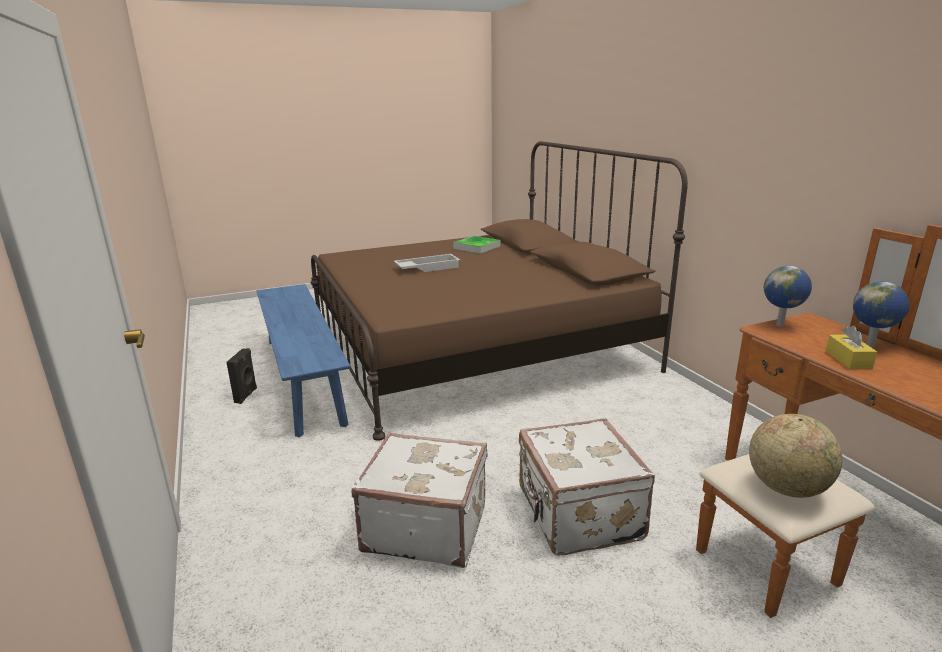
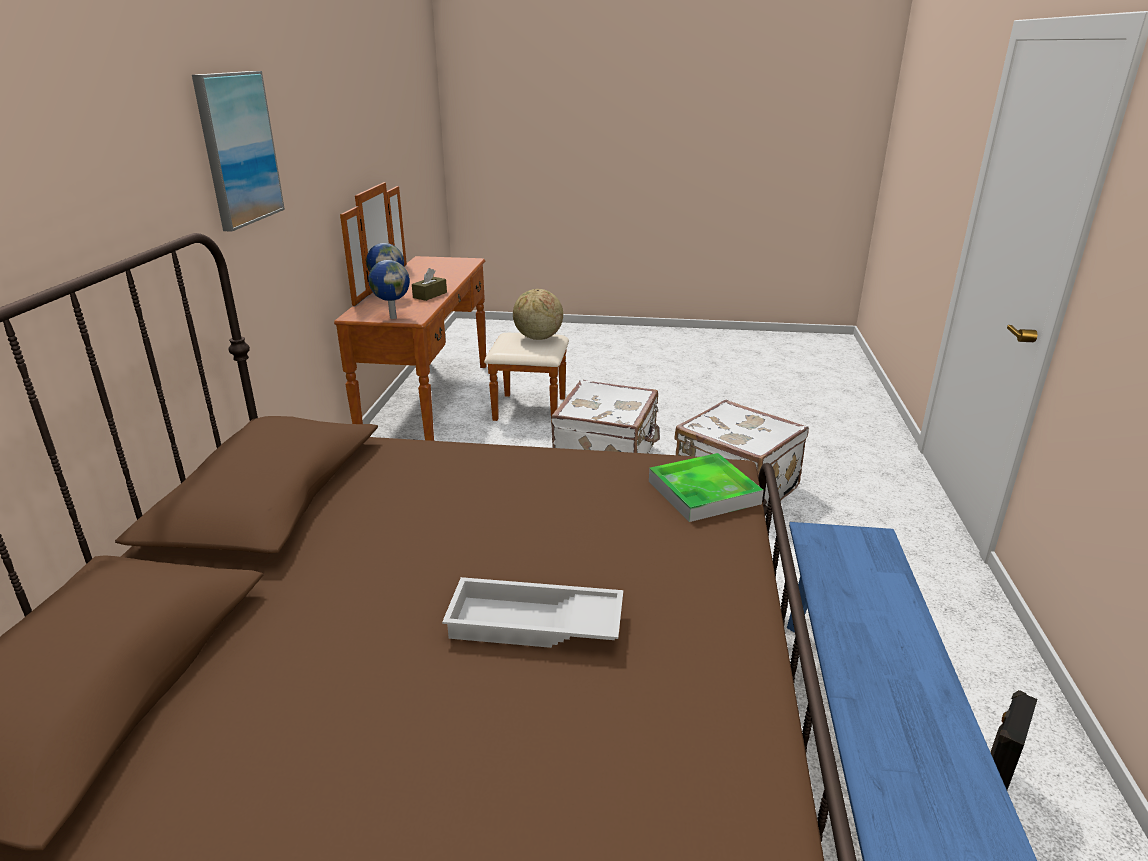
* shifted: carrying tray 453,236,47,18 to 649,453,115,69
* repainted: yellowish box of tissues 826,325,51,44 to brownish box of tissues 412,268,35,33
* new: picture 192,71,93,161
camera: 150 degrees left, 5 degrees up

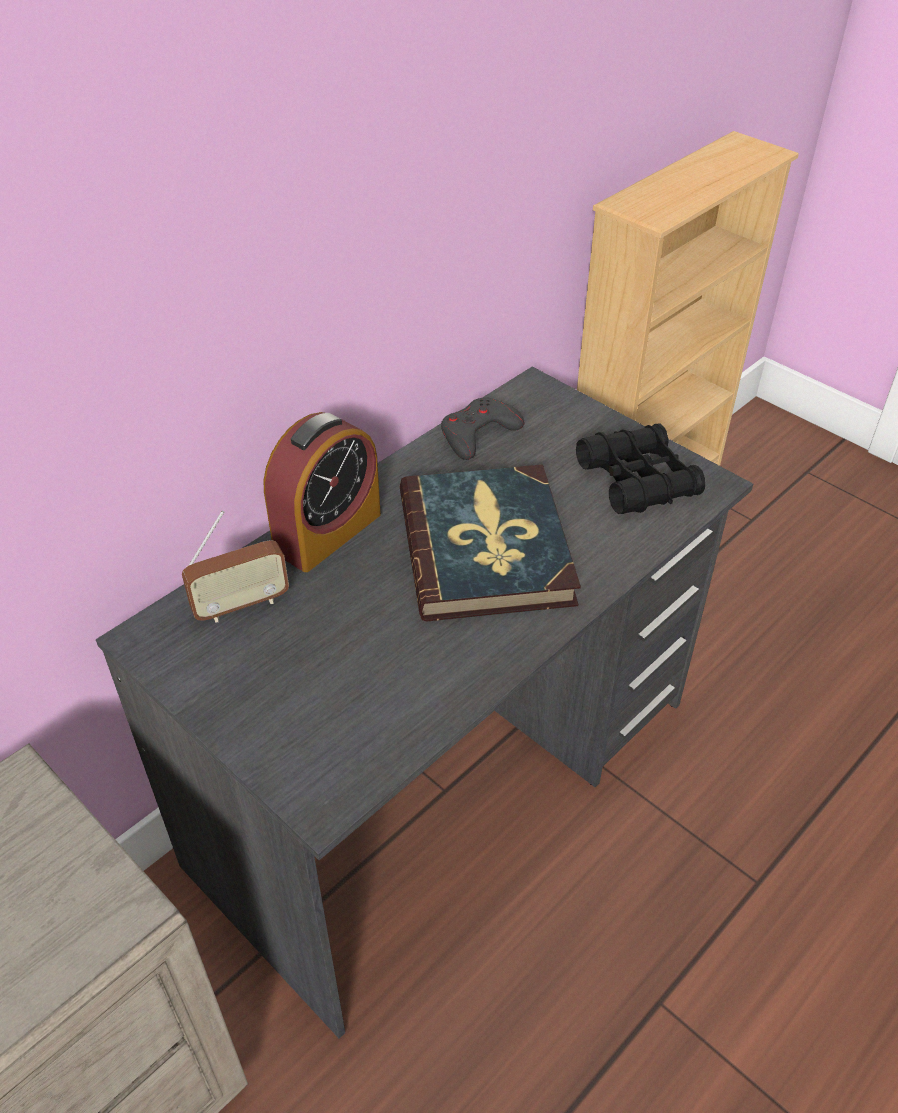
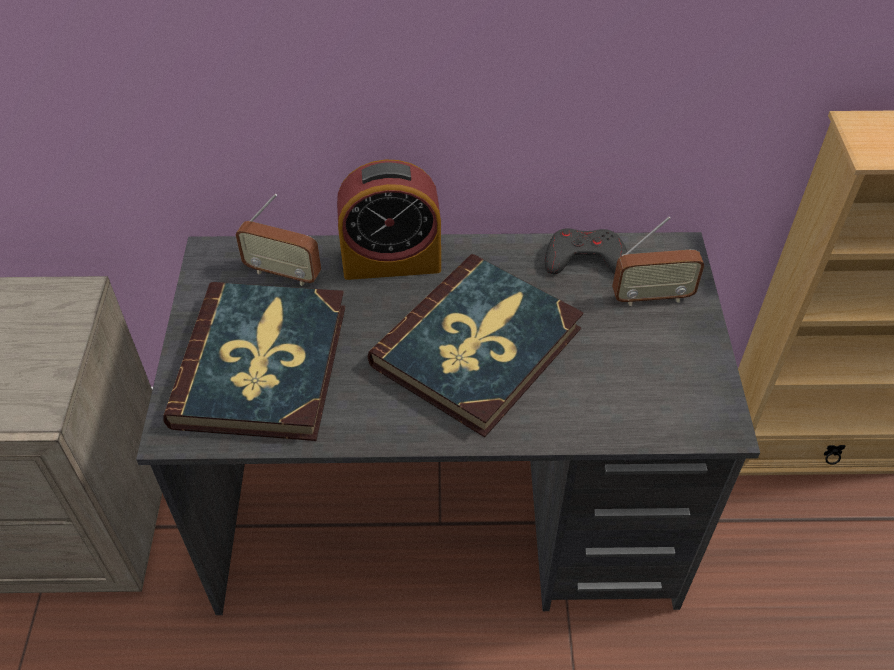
* gone: blackish field glasses 576,424,129,90
* new: radio 612,217,92,89
* new: bound book 163,282,182,159
camera: 45 degrees right, 5 degrees up

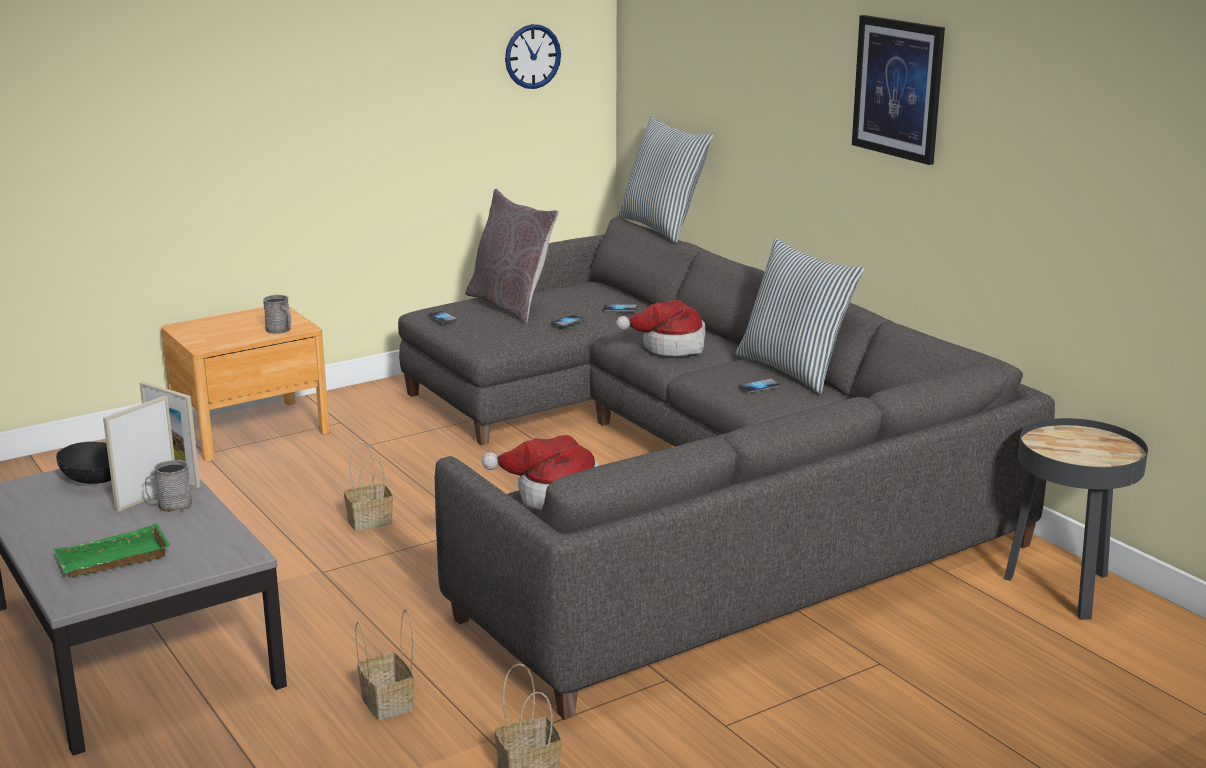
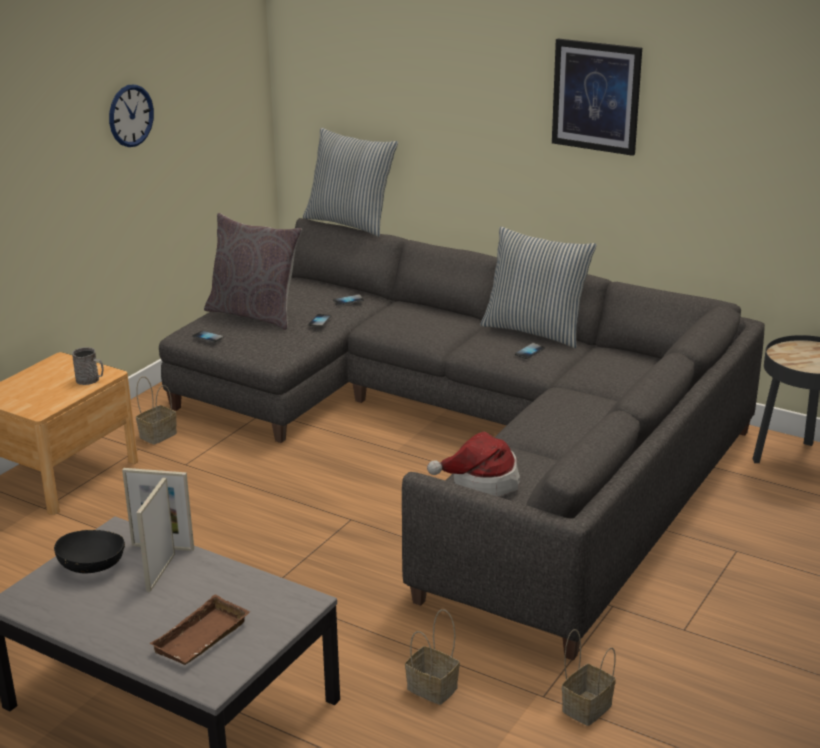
* shifted: clock on the wall 505,24,56,65 to 109,84,45,63
* gone: hat 616,300,89,56
* shifted: storage basket 344,441,49,90 to 136,376,41,69
* gone: greyish tea mug 145,459,47,54
* repainted: green carrying tray 53,523,117,54 to brownish carrying tray 149,594,101,71
camera: 25 degrees left, 5 degrees up

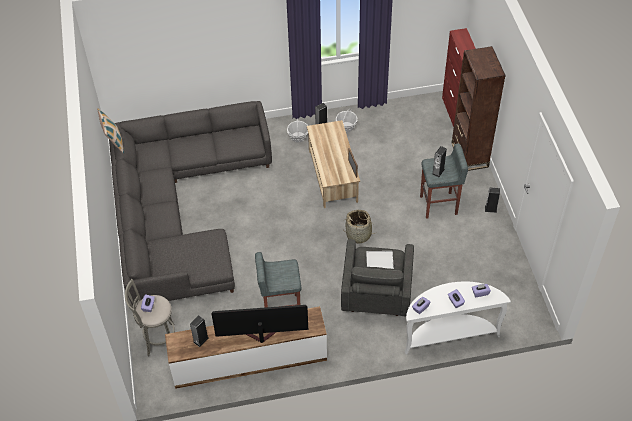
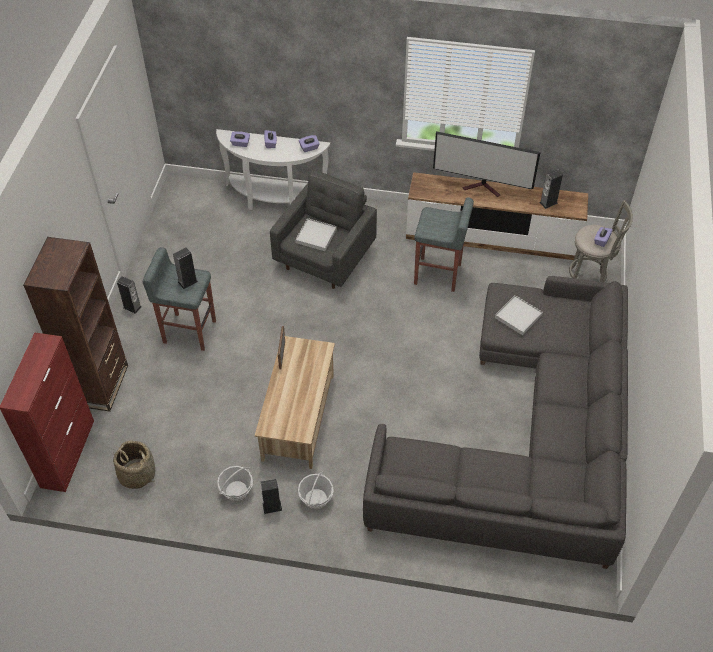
* gone: cushion 97,108,27,46
* shifted: storage basket 345,210,30,33 to 113,441,42,48
* new: white-coloured carrying tray 495,295,48,40
camera: 160 degrees left, 0 degrees up

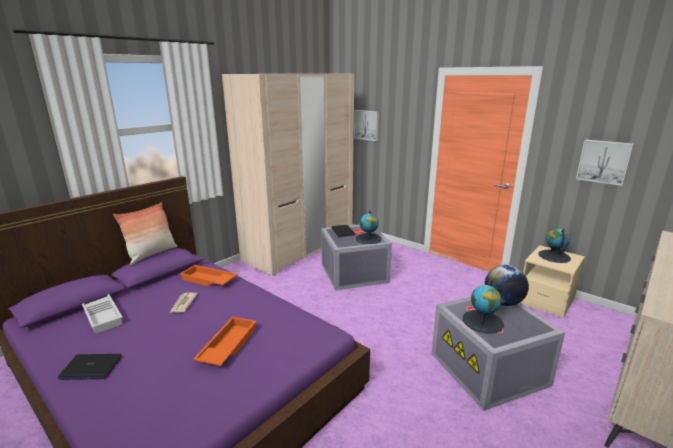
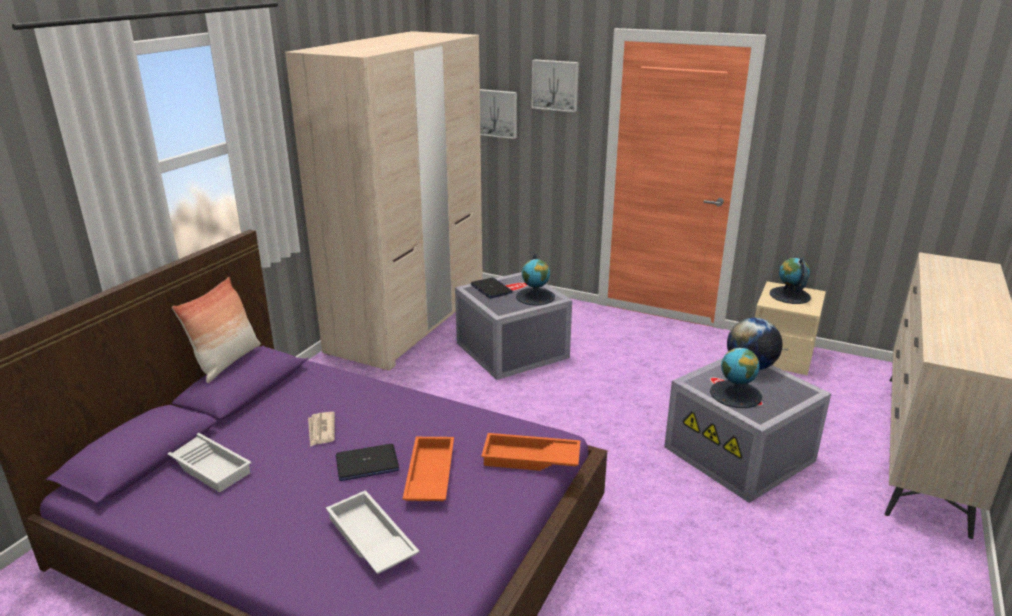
* shifted: picture 576,139,58,47 to 532,59,47,53
* shifted: orangey carrying tray 180,265,57,21 to 481,433,99,38
* shifted: laptop 58,354,64,26 to 336,444,63,37
* new: white-coloured carrying tray 326,490,94,84
camera: 15 degrees left, 5 degrees up

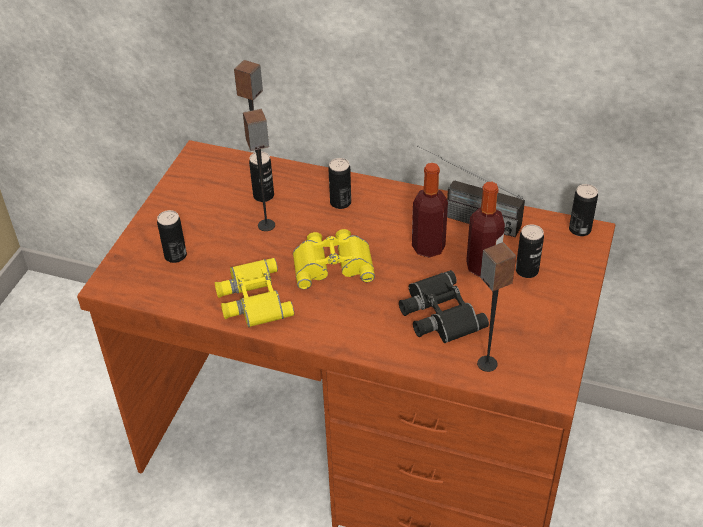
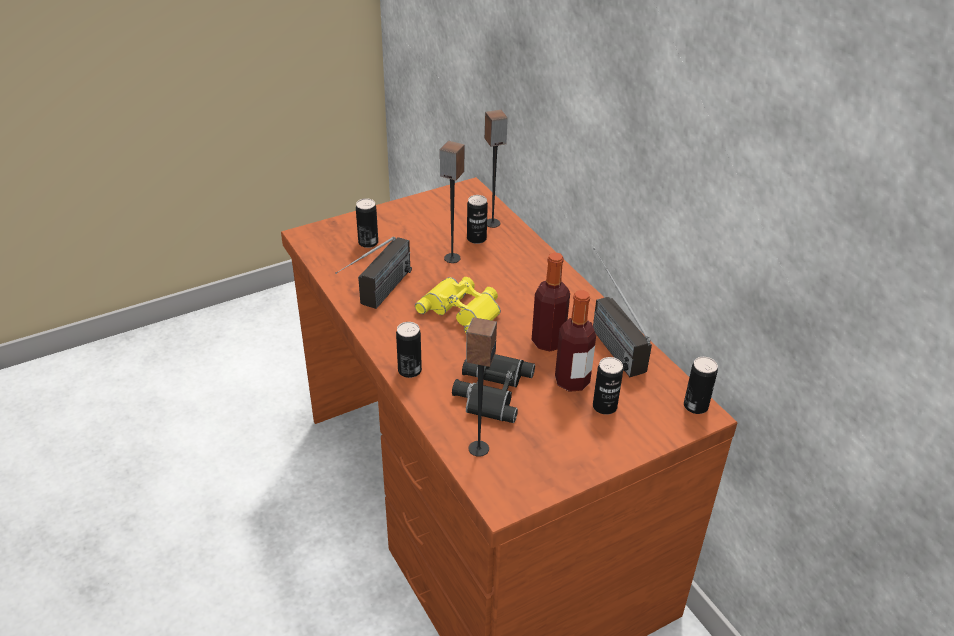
* shifted: can 328,158,23,51 to 396,322,26,56
* swapped: yellowish field glasses 215,258,79,69 to radio 335,237,77,72
camera: 40 degrees right, 5 degrees down

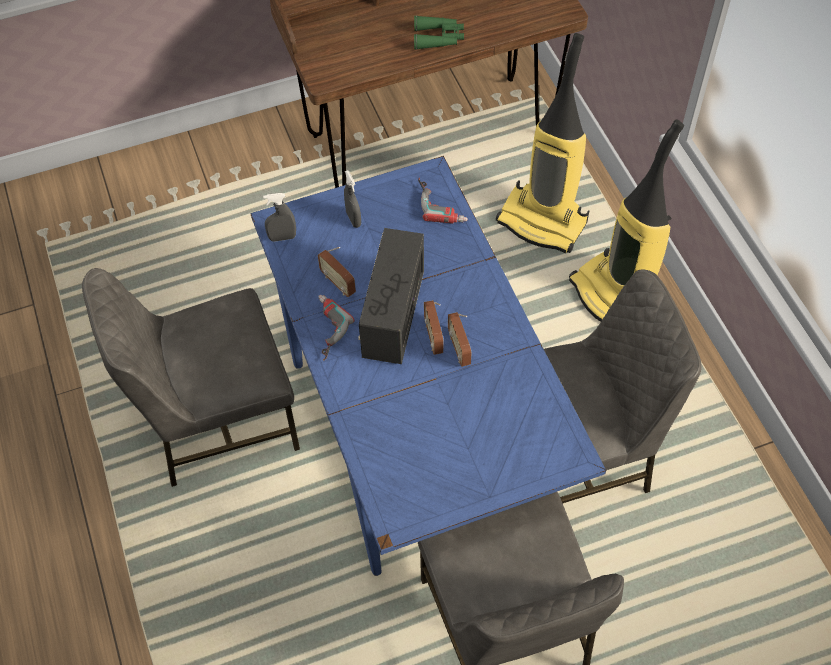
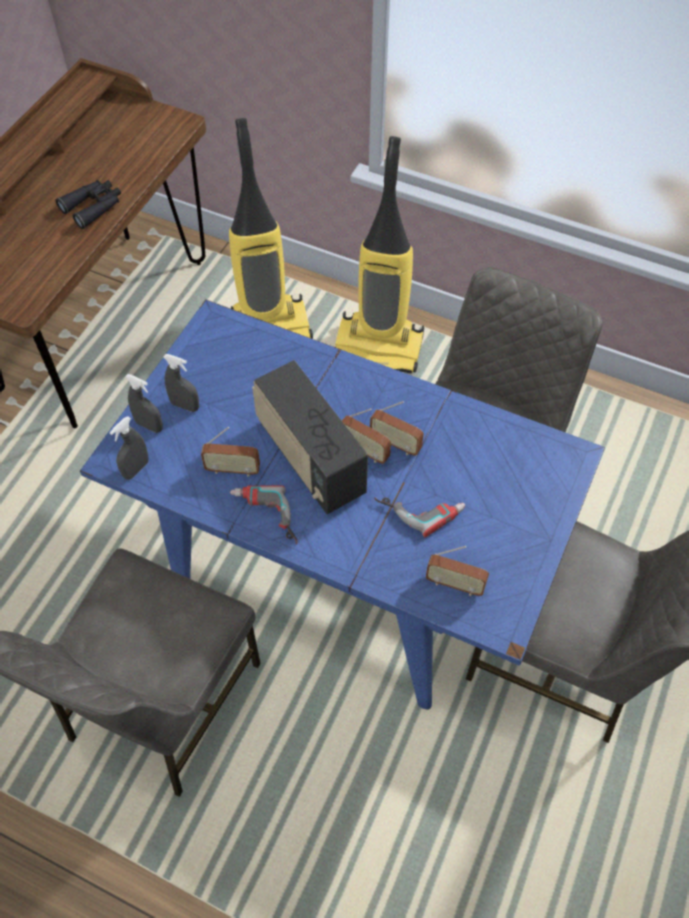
* repainted: green field glasses 414,15,50,35 to blackish field glasses 55,180,66,49
* shifted: drill 418,178,50,46 to 374,498,91,39
* new: greyish spray bottle 125,374,38,59
* new: radio 426,546,63,50
camera: 45 degrees left, 0 degrees up

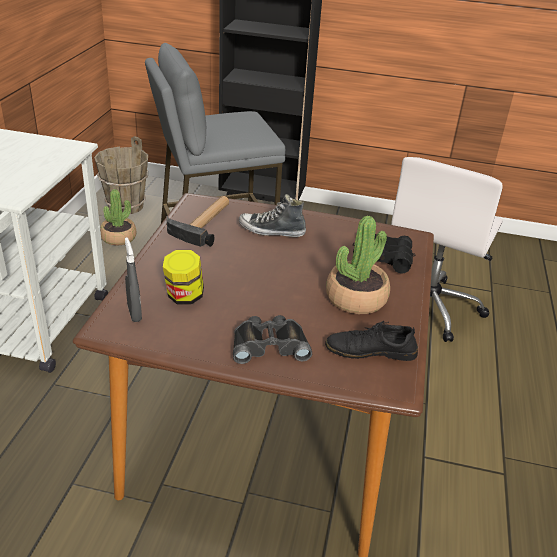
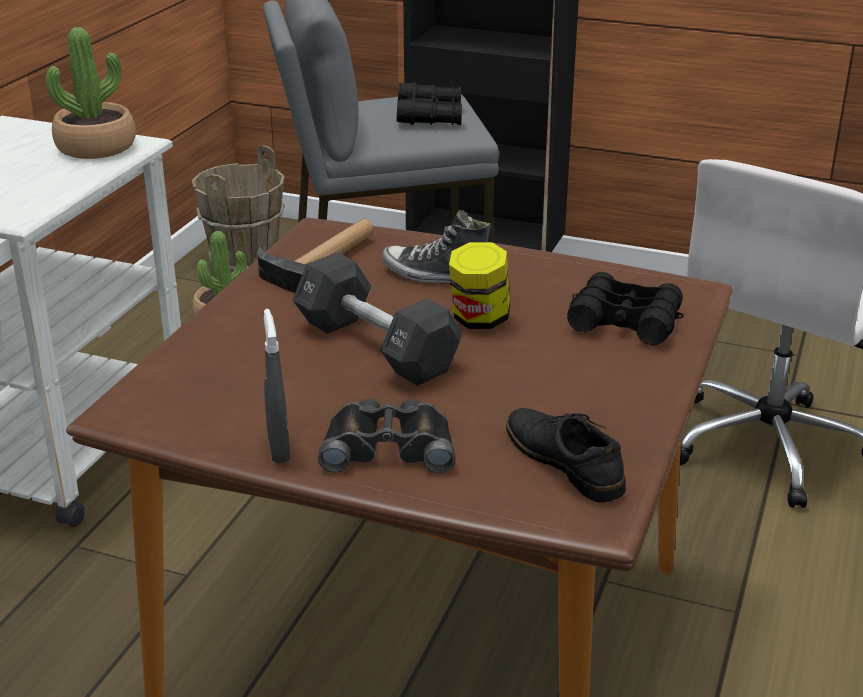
* shifted: potted plant 326,216,64,98 to 46,27,90,132
* shifted: greyish spray bottle 125,237,17,85 to 264,309,26,155
* shifted: jar 163,250,41,55 to 449,242,61,87
* rotated: blackish low shoe 325,321,93,40 = 506,408,120,95 45 degrees clockwise
* new: blackish field glasses 397,82,65,43
* new: blackish hand weight 293,253,170,133
camera: 10 degrees right, 5 degrees down

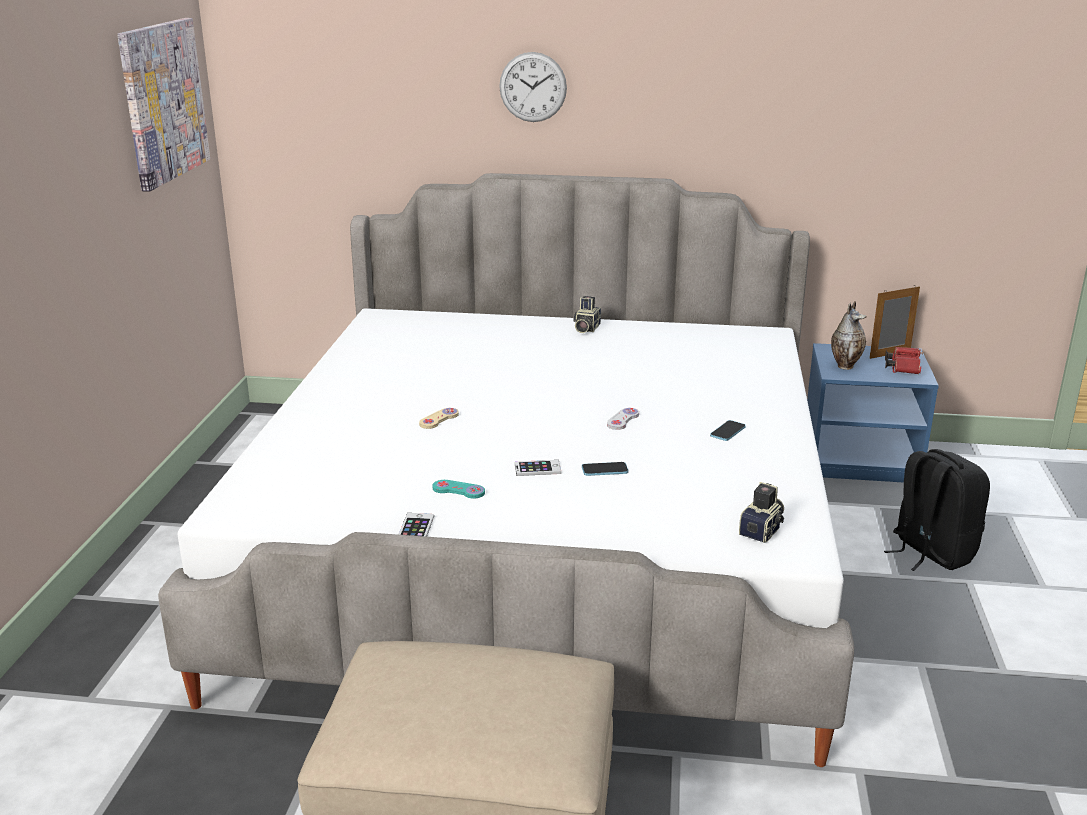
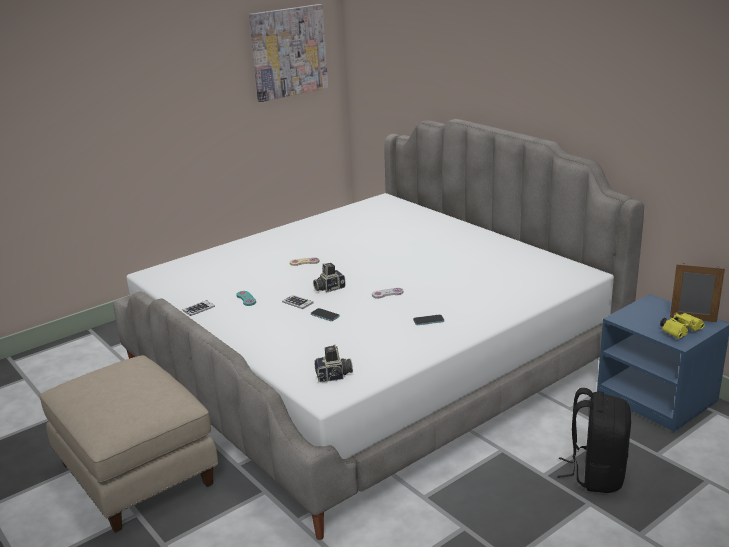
* gone: clock on the wall 499,52,68,70
* shifted: photo camera 573,296,28,37 to 313,263,32,29
* gone: decorative vase 831,301,36,69
* repainted: red field glasses 885,347,38,27 to yellowish field glasses 660,312,45,27
camera: 45 degrees right, 0 degrees up

